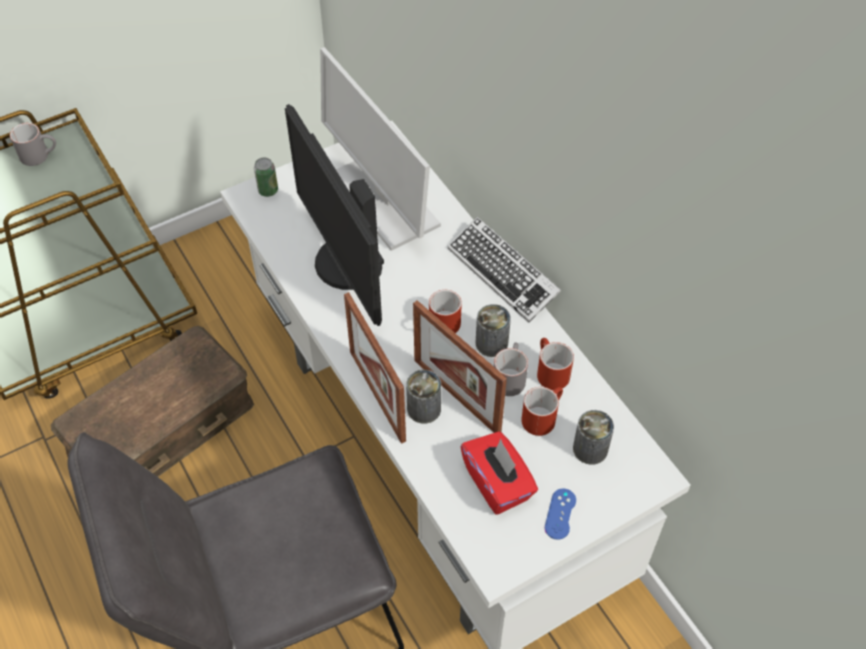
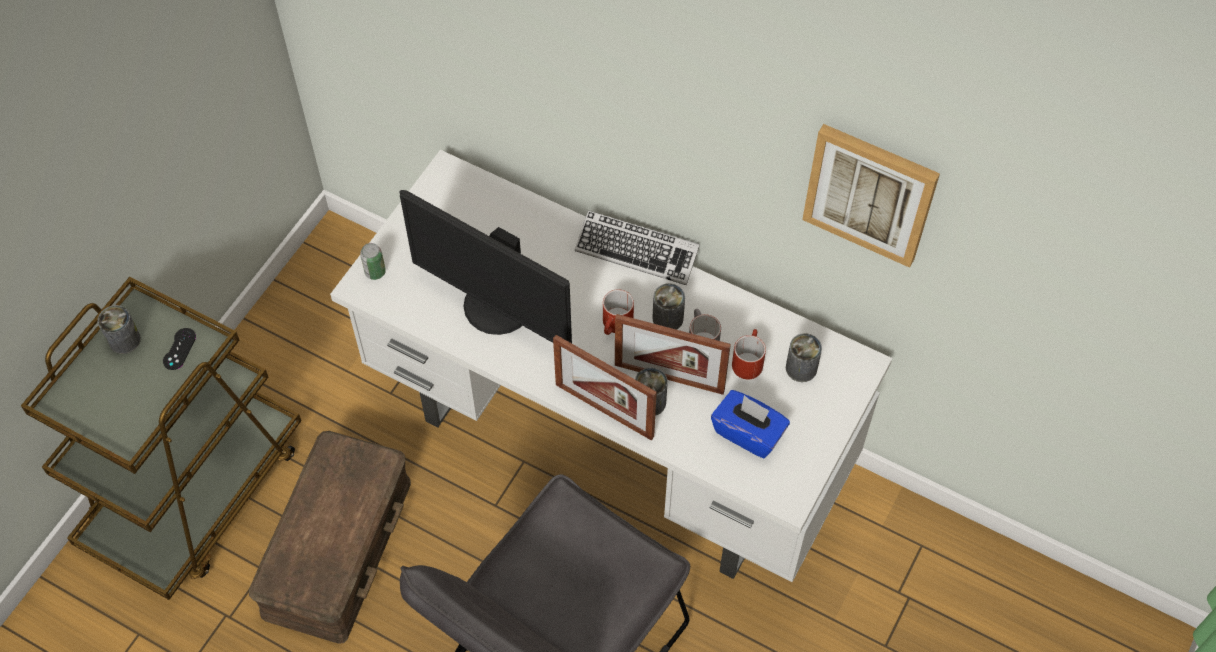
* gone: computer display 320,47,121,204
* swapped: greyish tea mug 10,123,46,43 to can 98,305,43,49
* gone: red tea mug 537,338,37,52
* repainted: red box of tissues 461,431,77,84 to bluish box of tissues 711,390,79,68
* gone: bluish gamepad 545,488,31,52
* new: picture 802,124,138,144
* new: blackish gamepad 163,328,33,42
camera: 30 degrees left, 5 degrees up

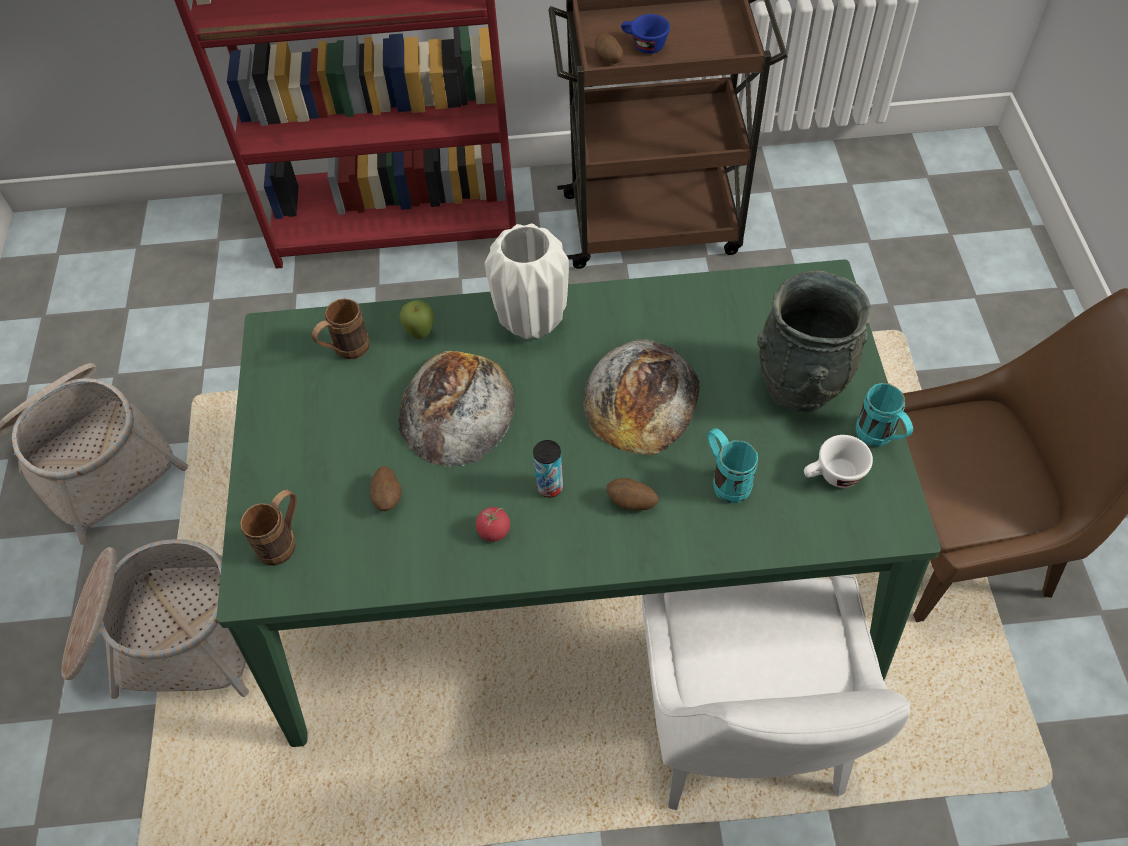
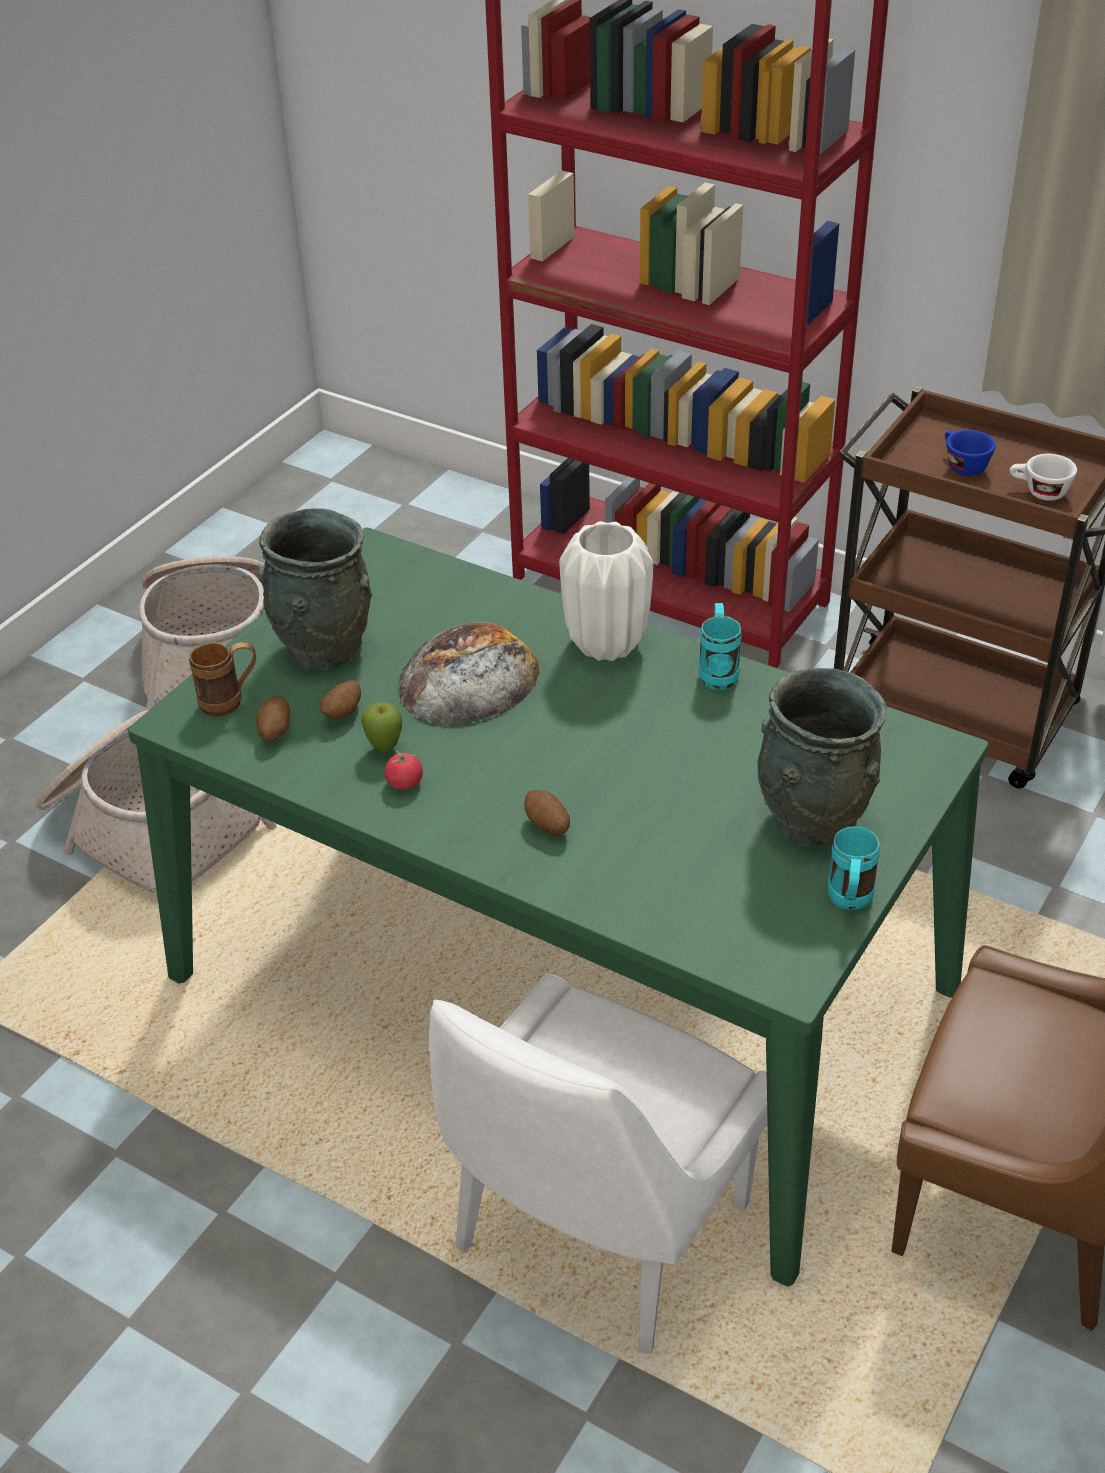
* shifted: spud 595,33,28,31 to 256,695,34,47
* gone: brownish tea mug 312,299,58,60
* shifted: apple fruit 399,300,35,39 to 361,702,41,50
* gone: bakery bread 583,339,117,116
* shifted: blue-green tea mug 707,428,51,75 to 699,603,43,87
* shifted: white-coloured small cup 804,435,69,53 to 1010,454,67,47
* gone: can 533,440,30,57
* new: greyish decorative vase 258,508,115,162
camera: 35 degrees right, 15 degrees down

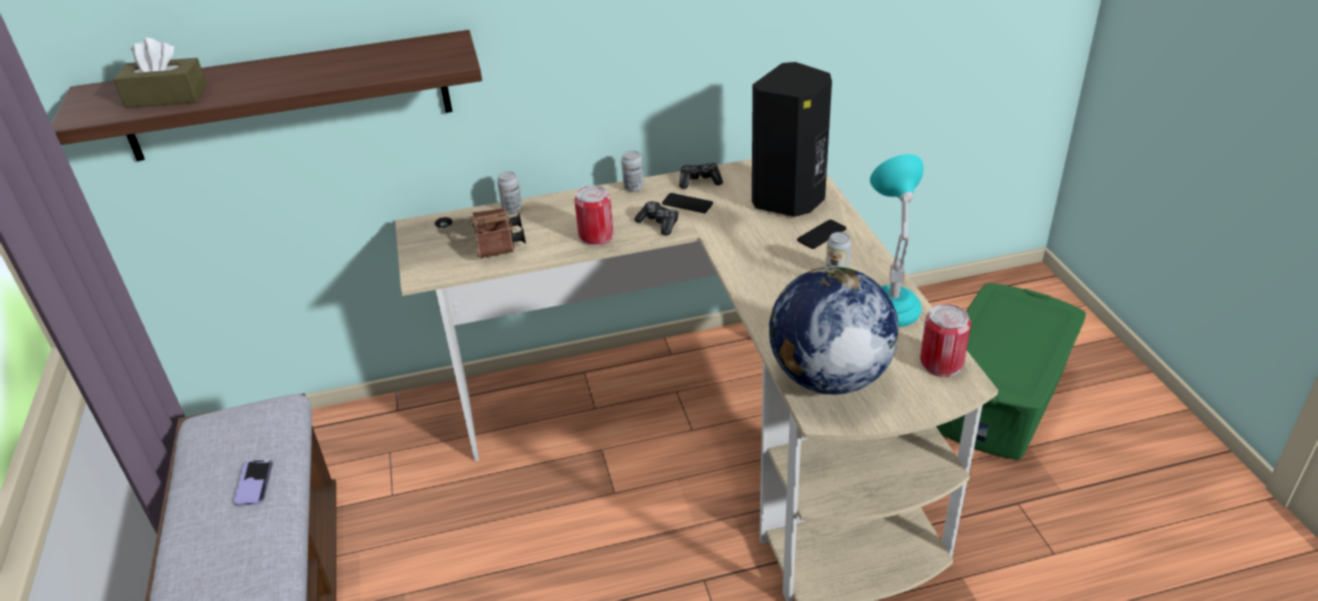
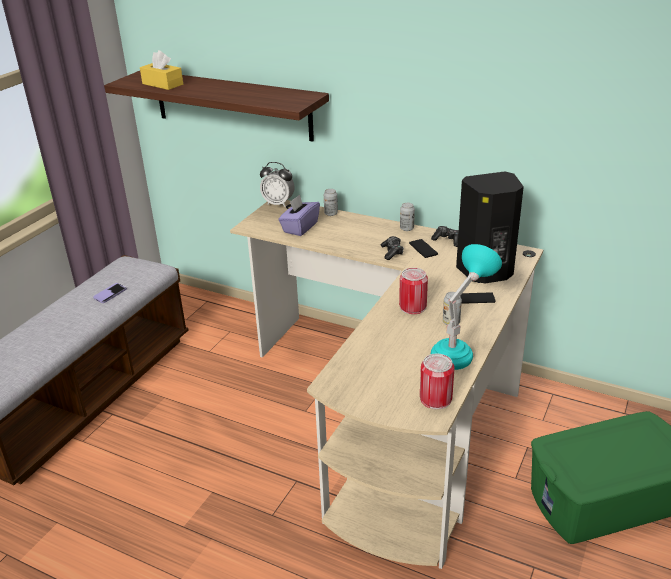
* repainted: brownish box of tissues 113,38,94,70 to yellowish box of tissues 140,50,43,40
* shifted: can 574,185,40,61 to 399,268,29,46
* swapped: brownish field glasses 469,208,57,51 to purple-coloured box of tissues 278,194,42,42
* gone: desk globe 769,266,130,129
* new: alarm clock 260,162,35,45
camera: 40 degrees right, 5 degrees down

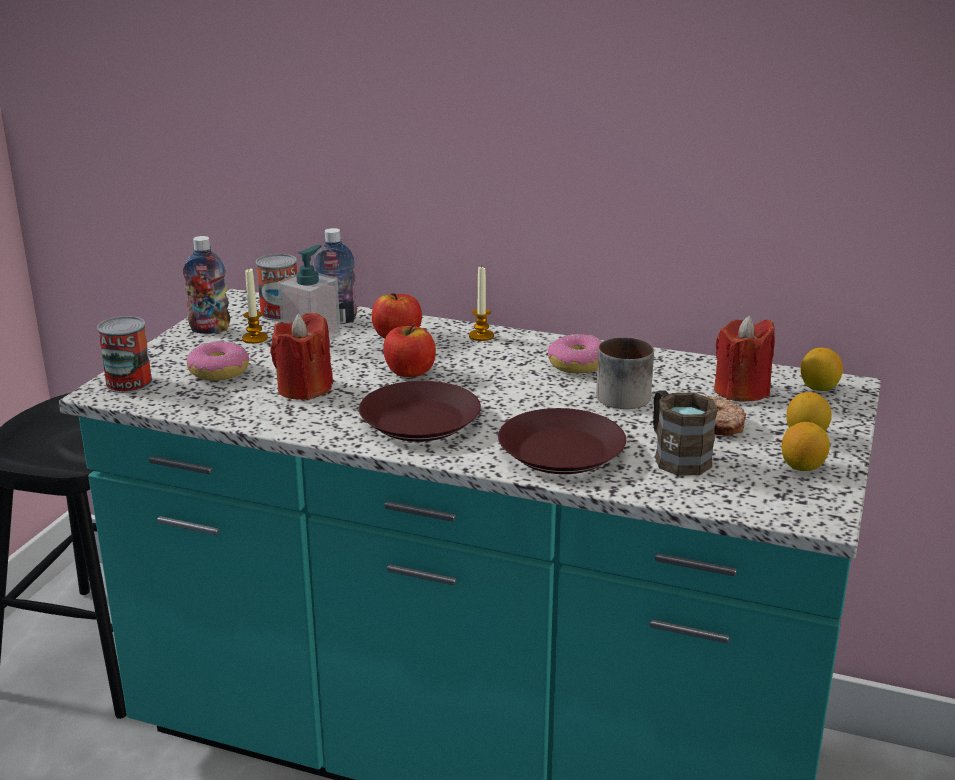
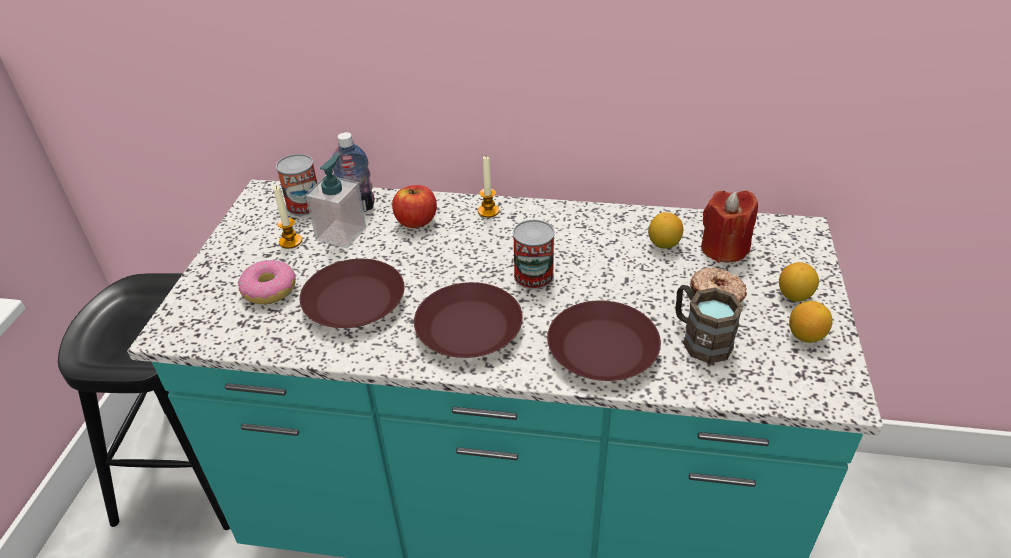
* gone: drink bottle 183,236,47,98
* swapped: red candle 270,313,63,87 to brownish plate 300,259,104,69
* shifted: can 97,316,56,77 to 513,220,42,69
* gone: apple fruit 383,323,53,54
* gone: ring doughnut 548,333,54,40
* gone: tea mug 596,337,58,72
* shifted: lemon 800,347,43,44 to 649,212,34,37
camera: 10 degrees left, 15 degrees up

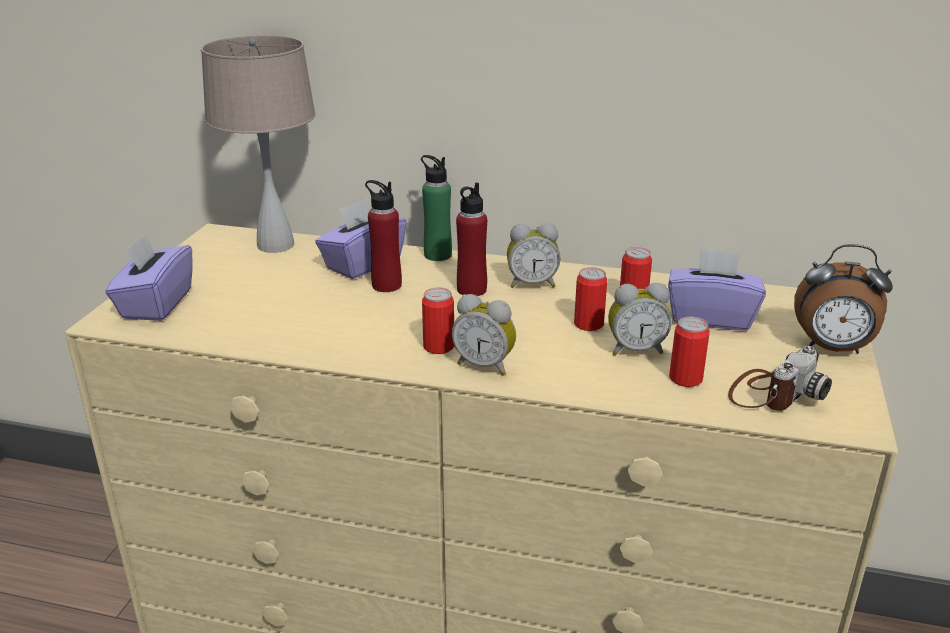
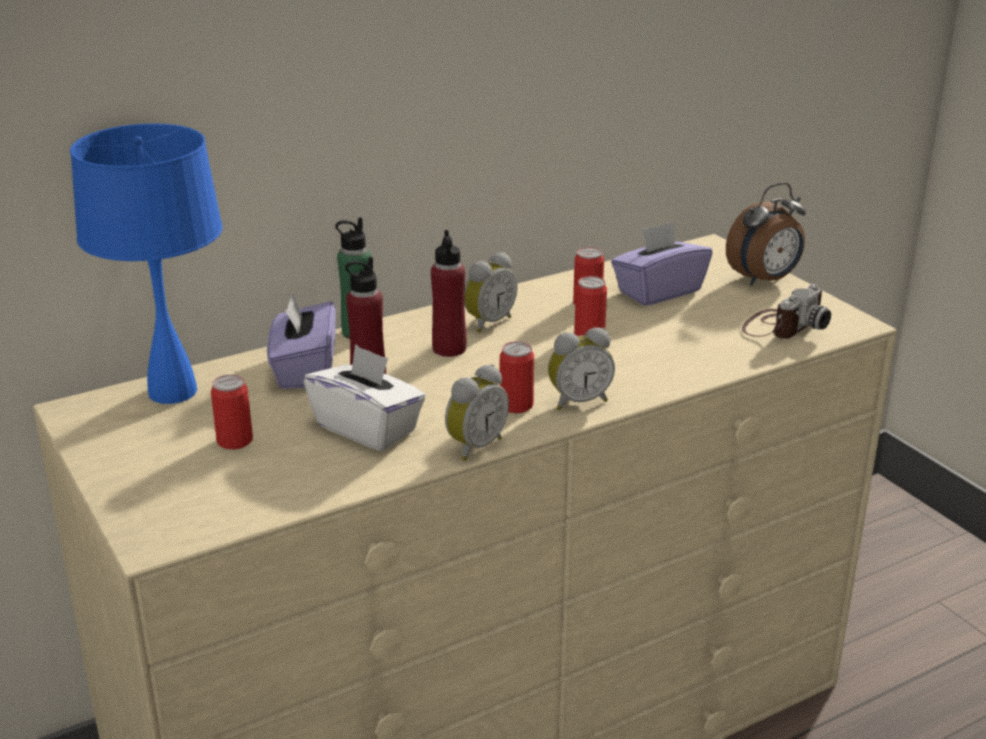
* repainted: beige lamp for a table 201,35,115,218 to bluish lamp for a table 70,124,153,280
* gone: purple-coloured box of tissues 105,234,87,87
* shifted: alarm clock 608,283,64,73 to 445,364,64,97
* shifted: can 669,317,41,70 to 211,374,42,76
* rotated: photo camera 728,346,104,65 = 742,284,89,55 45 degrees clockwise
* new: white-coloured box of tissues 303,344,123,107
camera: 45 degrees left, 0 degrees up

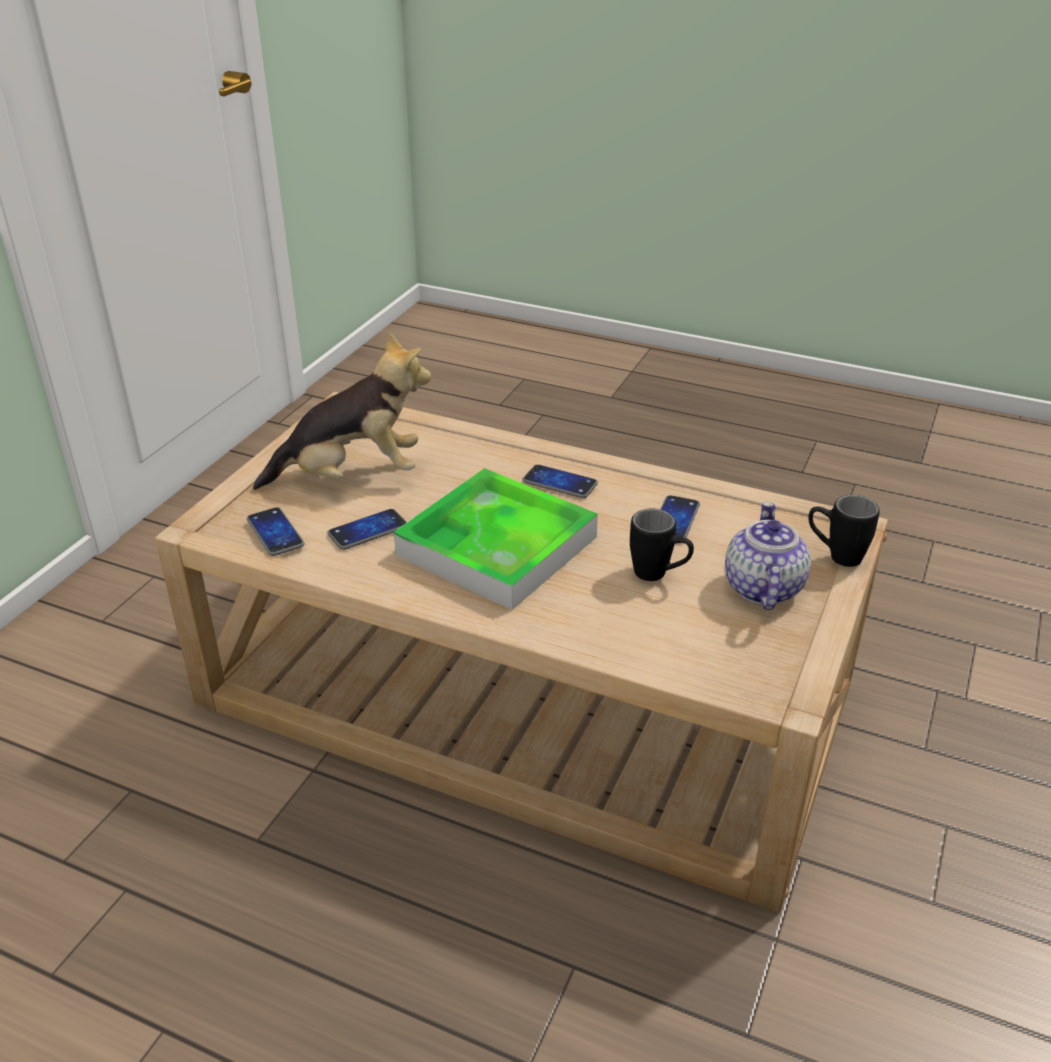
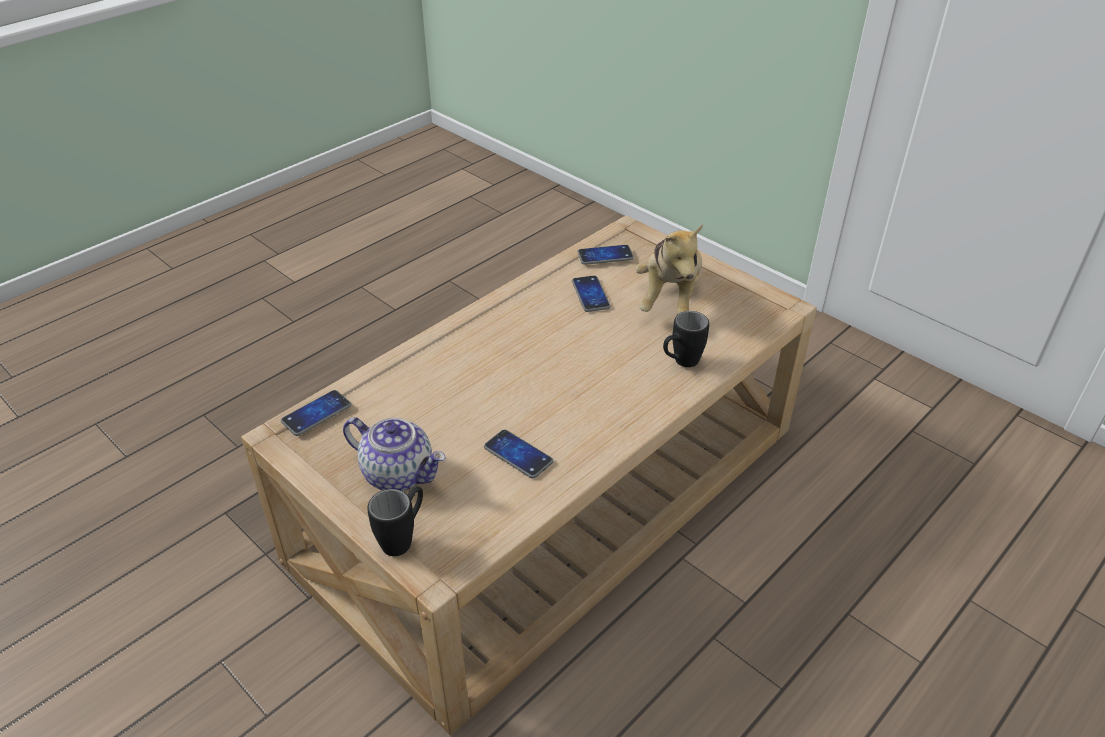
* shifted: phone 522,464,76,34 to 281,390,70,46
* gone: carrying tray 394,468,204,142
* shifted: blackish tea mug 630,509,64,72 to 663,311,46,56
camera: 110 degrees right, 5 degrees up

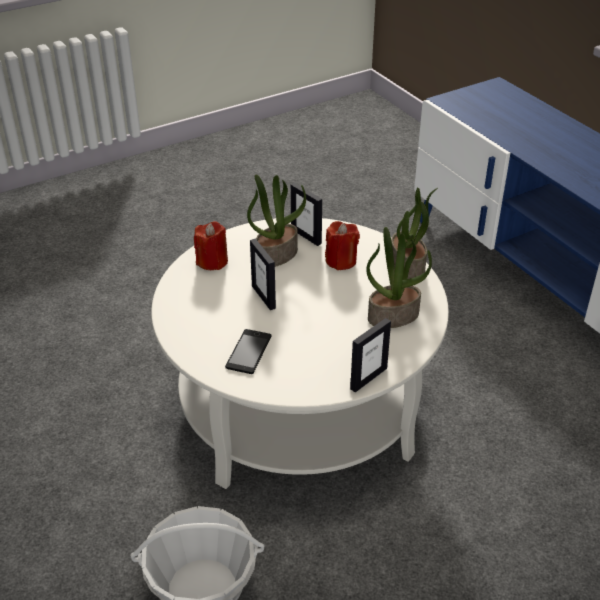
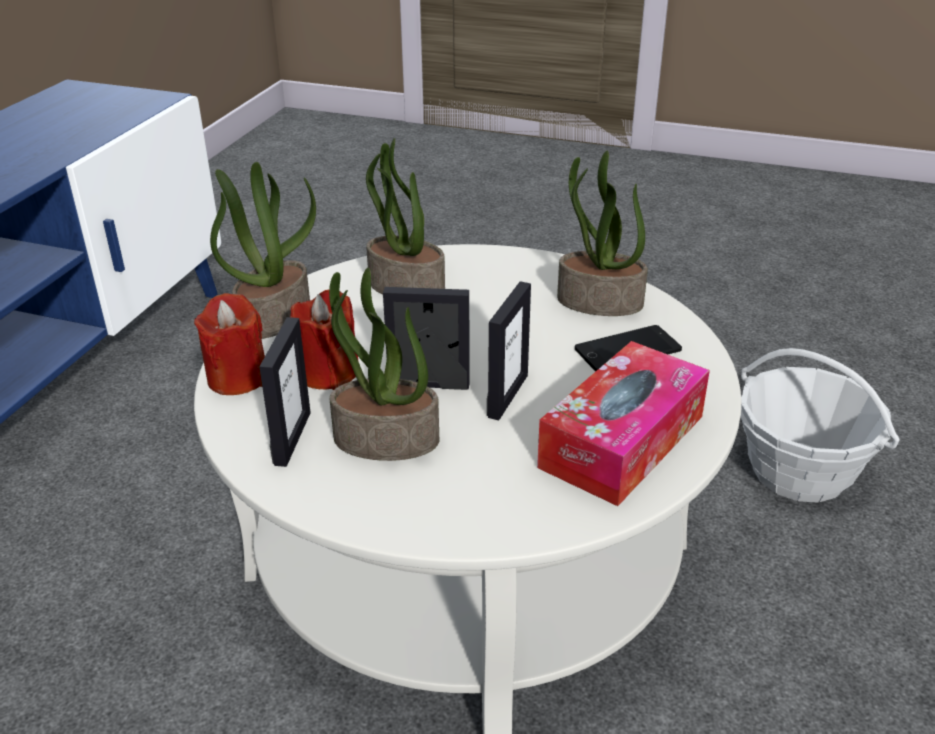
* shifted: red candle 194,221,34,49 to 194,293,71,102
* shifted: photo frame 350,318,41,74 to 383,287,87,103
* new: potted plant 557,150,91,166
* new: box of tissues 537,341,173,165
camera: 130 degrees left, 5 degrees down

